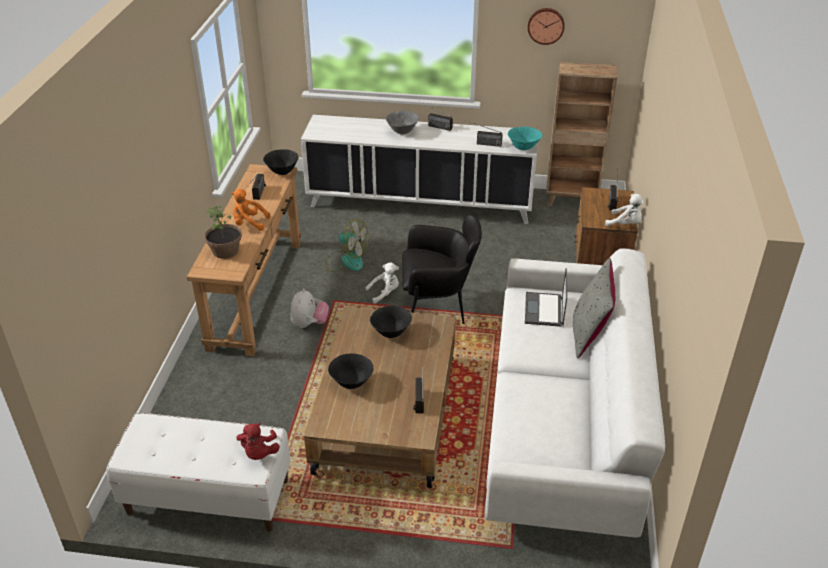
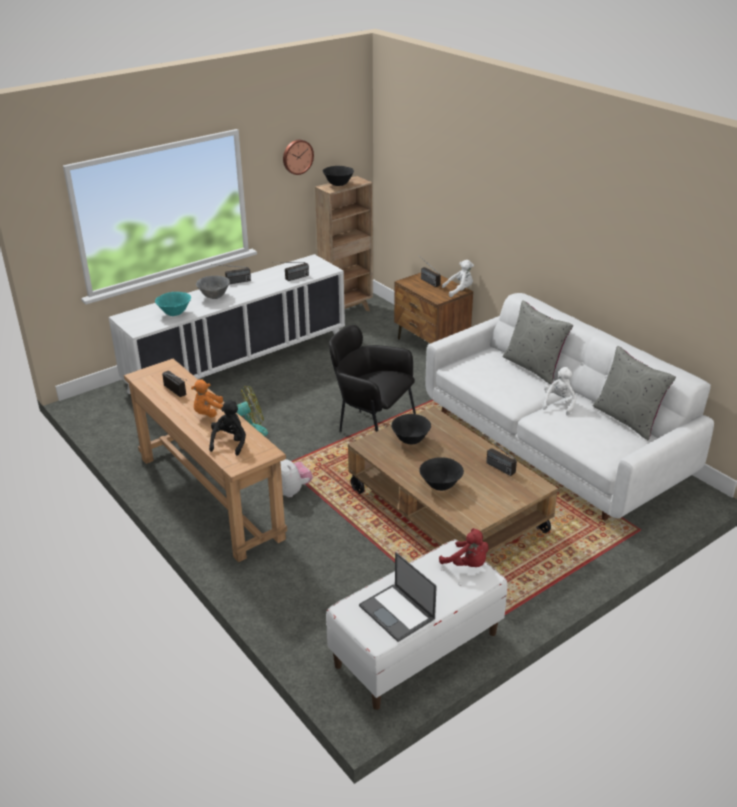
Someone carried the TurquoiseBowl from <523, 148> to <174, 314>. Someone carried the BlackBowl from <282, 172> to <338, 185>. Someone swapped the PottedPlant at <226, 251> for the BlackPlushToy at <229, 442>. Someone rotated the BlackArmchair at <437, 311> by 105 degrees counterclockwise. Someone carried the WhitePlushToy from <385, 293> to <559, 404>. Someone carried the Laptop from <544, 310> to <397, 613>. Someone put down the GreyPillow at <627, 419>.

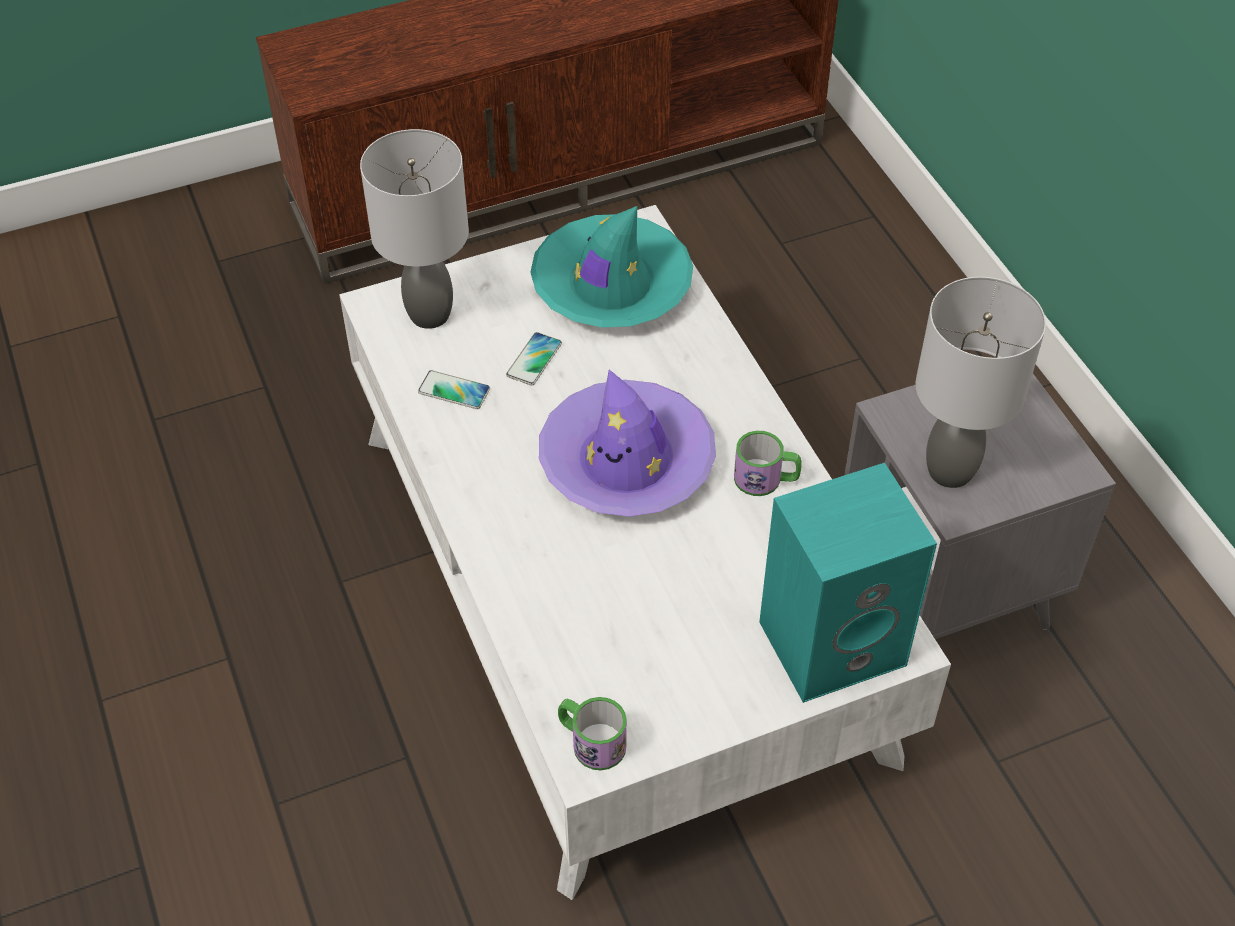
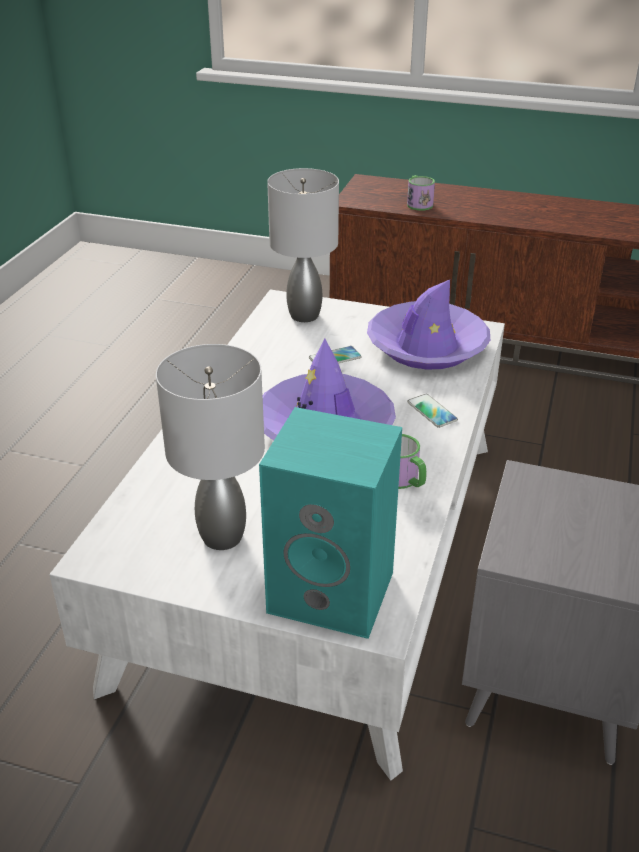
Someone repainted the TurquoiseHat at <611, 286>, which became the PurpleHat at <427, 346>. Someone carried the GreyTableLamp from <951, 469> to <224, 536>. Someone carried the Phone from <454, 391> to <432, 411>. Someone carried the Mug from <591, 741> to <418, 203>.

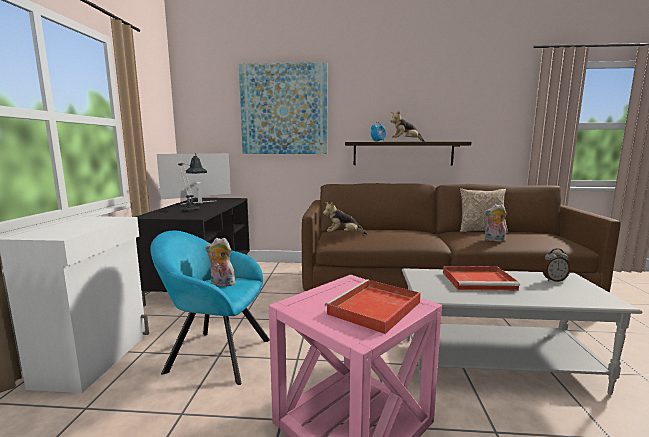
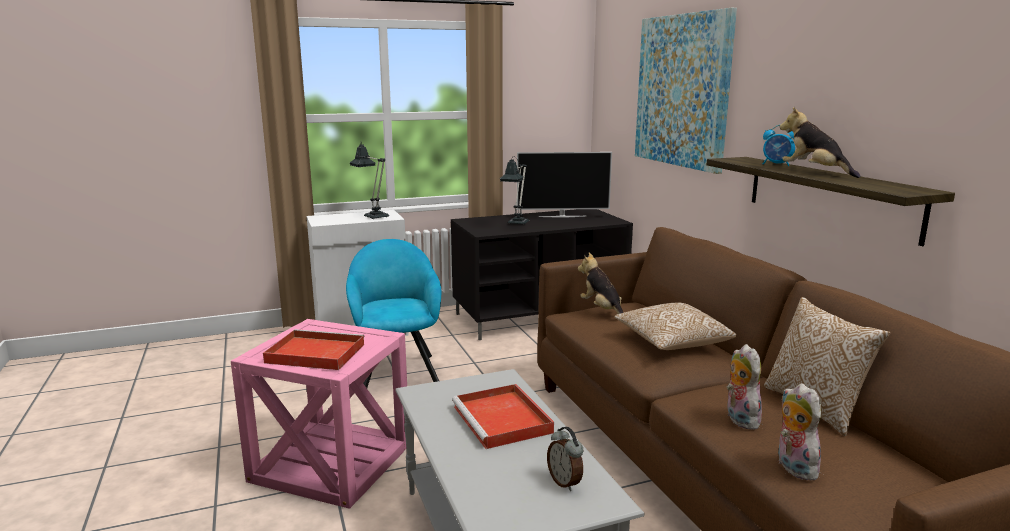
Someone rotated the Television at <199, 202> by 150 degrees clockwise. Someone carried the PlushToy from <221, 284> to <793, 467>. Someone put down the TableLamp at <373, 216>. Someone put down the Pillow at <671, 342>.

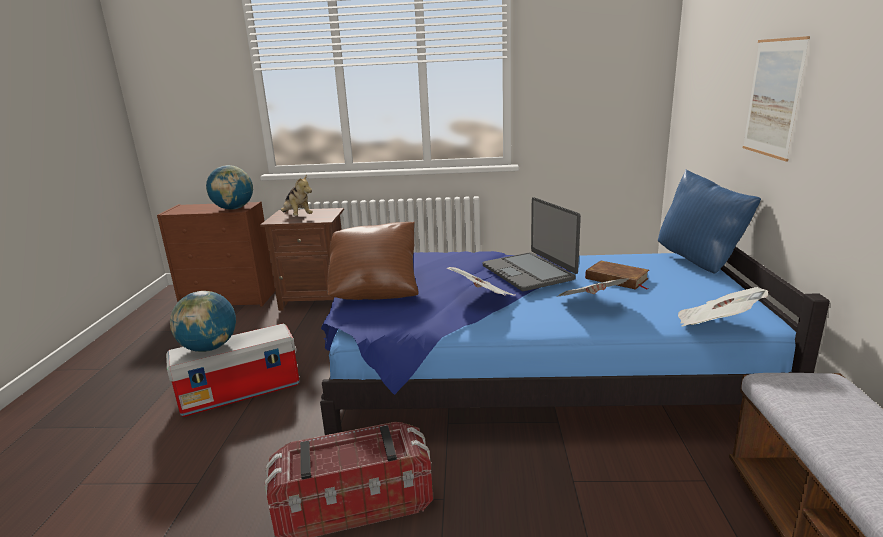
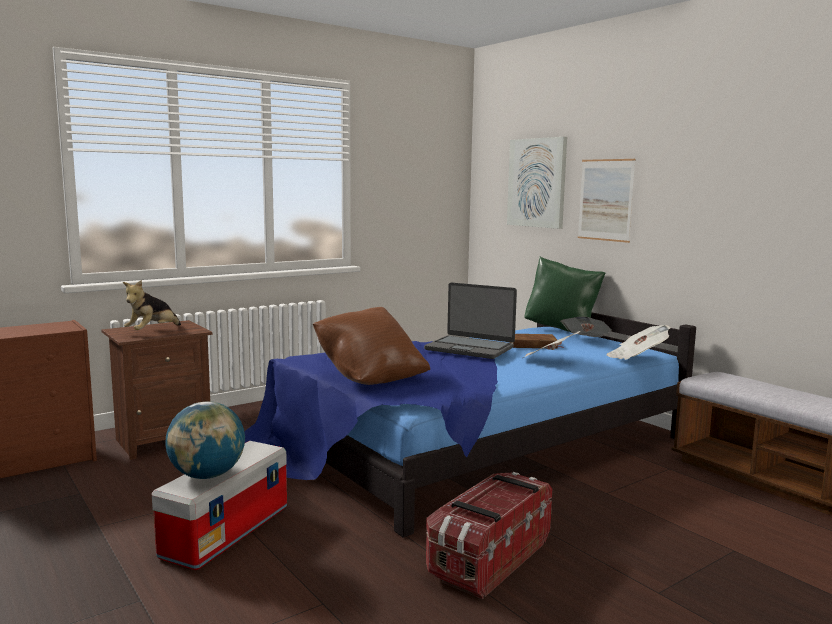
Someone took away the Globe at <233, 208>. Someone repainted the BluePillow at <699, 262>, which became the GreenPillow at <561, 329>. Someone rotated the PlushToy at <297, 217> by 105 degrees clockwise. Someone carried the Newspaper from <481, 298> to <586, 341>. Someone put up the Picture at <537, 183>.

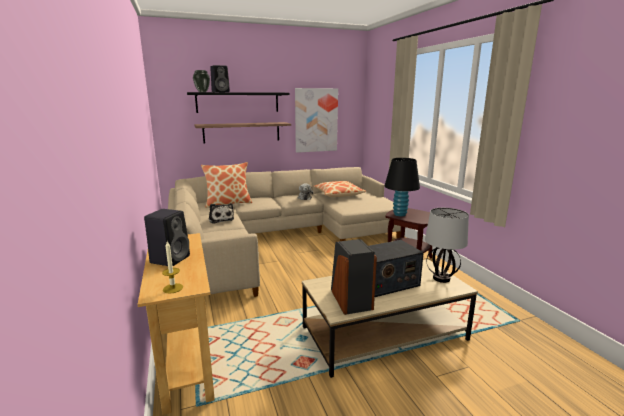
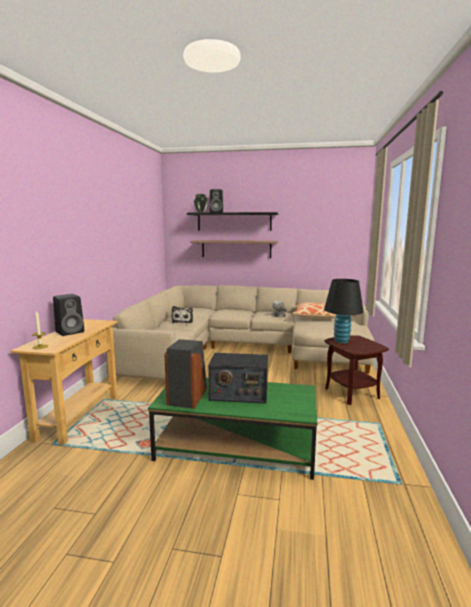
Someone took away the Picture at <316, 120>. Someone took away the Pillow at <228, 203>. Someone took away the TableLamp at <441, 278>. Someone repainted the BeigeCoffeeTable at <383, 333>, which became the GreenCoffeeTable at <237, 446>.

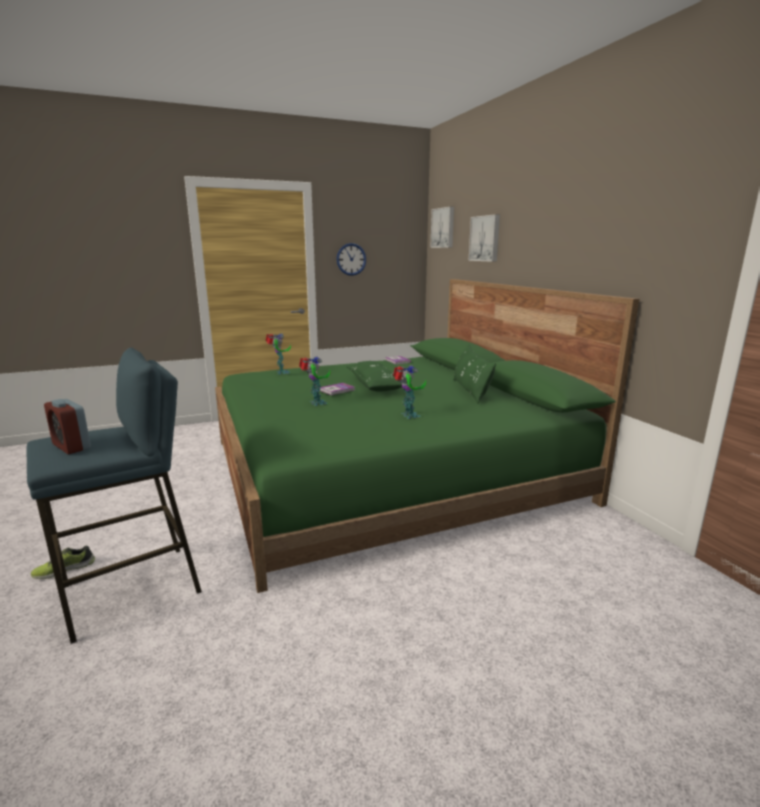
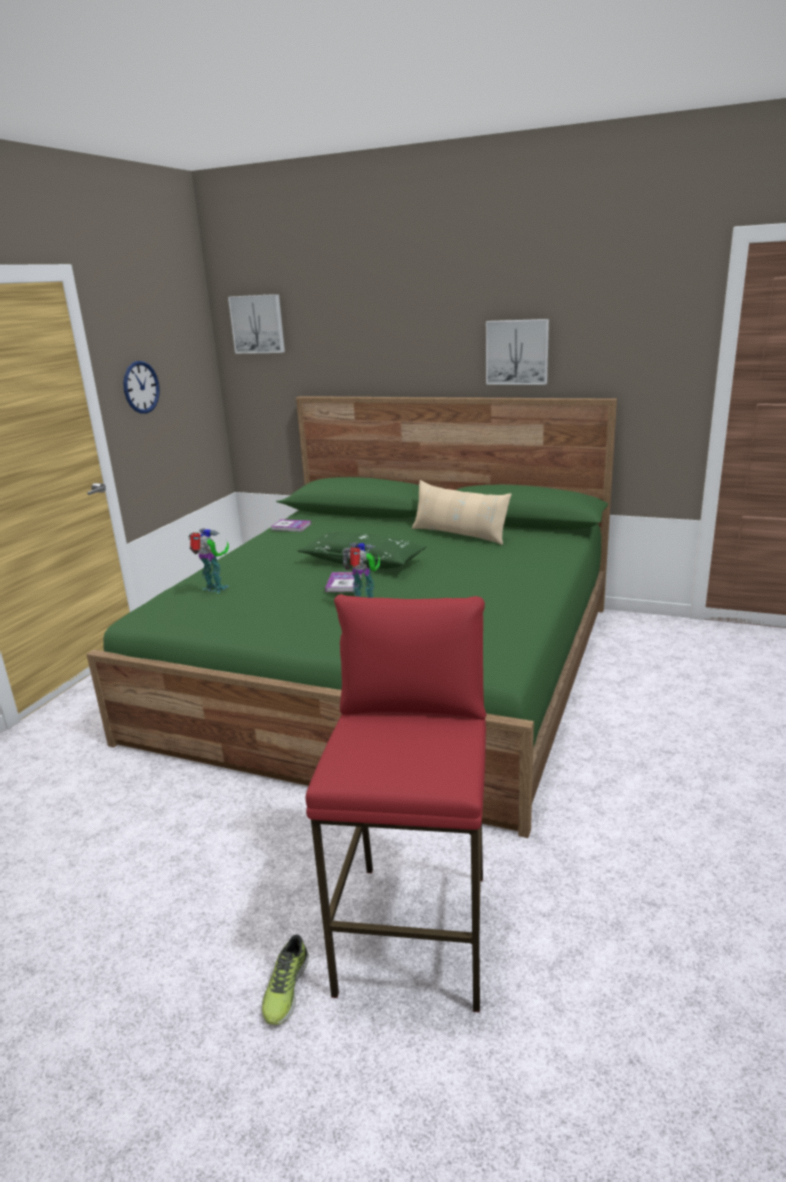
Someone carried the Picture from <485, 238> to <517, 352>. Someone repainted the GreenPillow at <470, 390>, which became the BeigePillow at <459, 534>. Someone repainted the BlueStool at <133, 589>, which became the RedStool at <417, 931>. Someone took away the ToyRobot at <408, 416>. Someone took away the AlarmClock at <71, 446>.

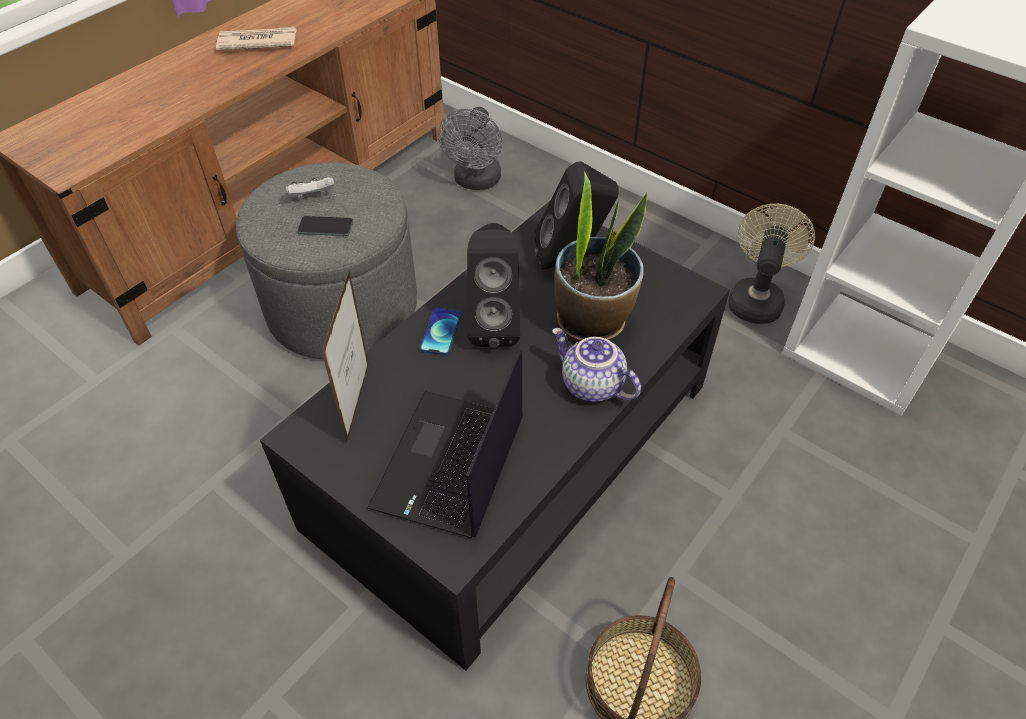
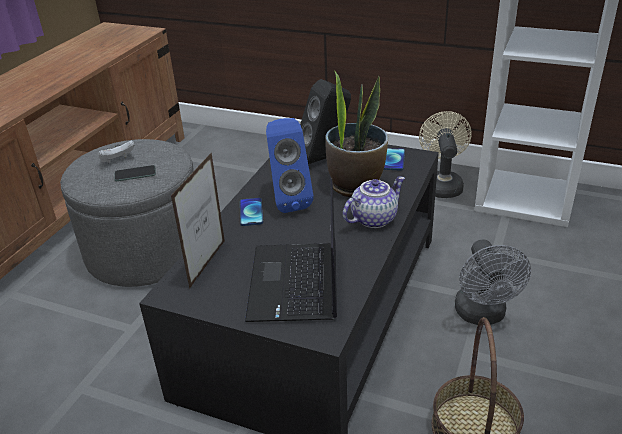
Someone took away the Newspaper at <257, 42>. Someone carried the GreyFan from <476, 182> to <482, 315>. Someone repainted the BlackSpeaker at <494, 324>, which became the BlueSpeaker at <288, 201>. Someone rotated the PictureFrame at <358, 402> by 150 degrees counterclockwise. Someone rotated the Teapot at <590, 385> by 120 degrees clockwise. Someone put down the Phone at <394, 160>.

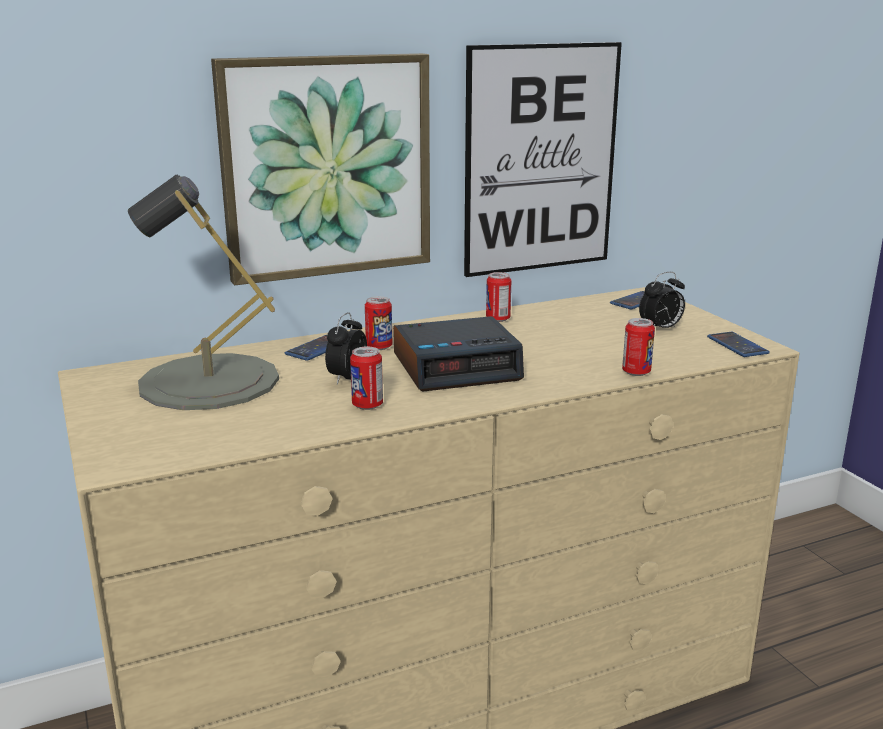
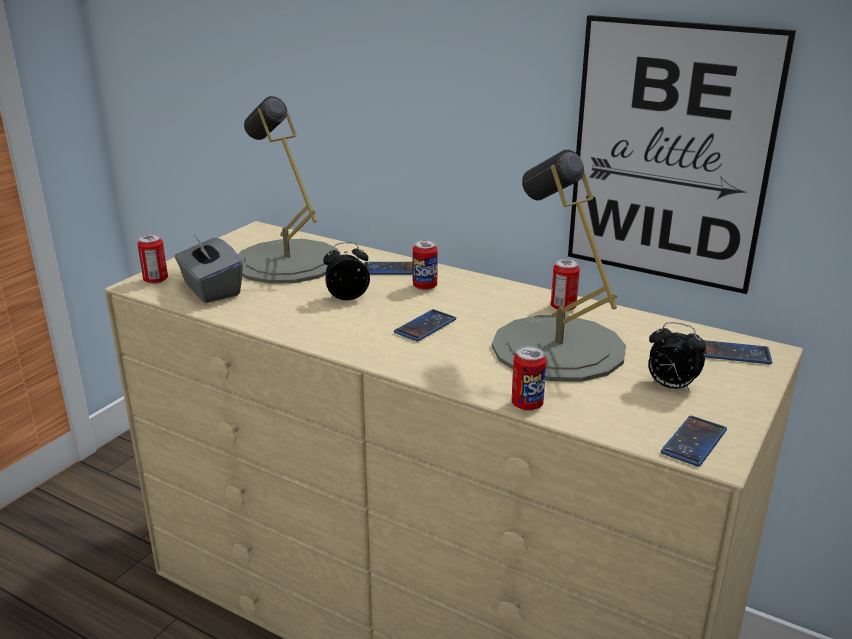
Someone took away the Picture at <326, 167>. Someone swapped the AlarmClock at <457, 367> for the Phone at <425, 326>. Someone carried the Can from <367, 405> to <156, 280>. Someone put down the GreyTableLamp at <557, 348>. Someone put down the GreyTissueBox at <211, 290>.

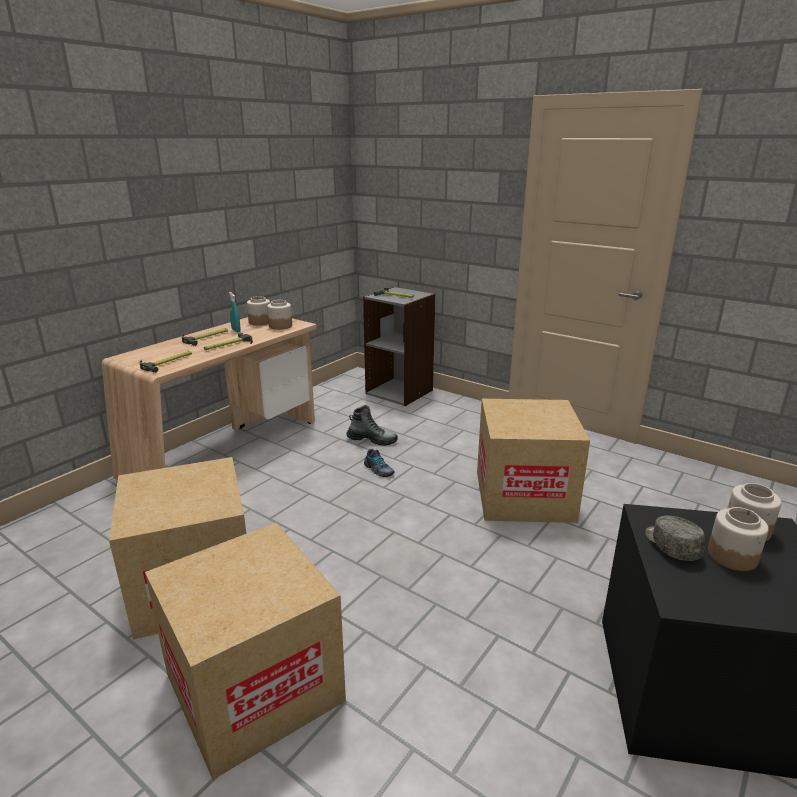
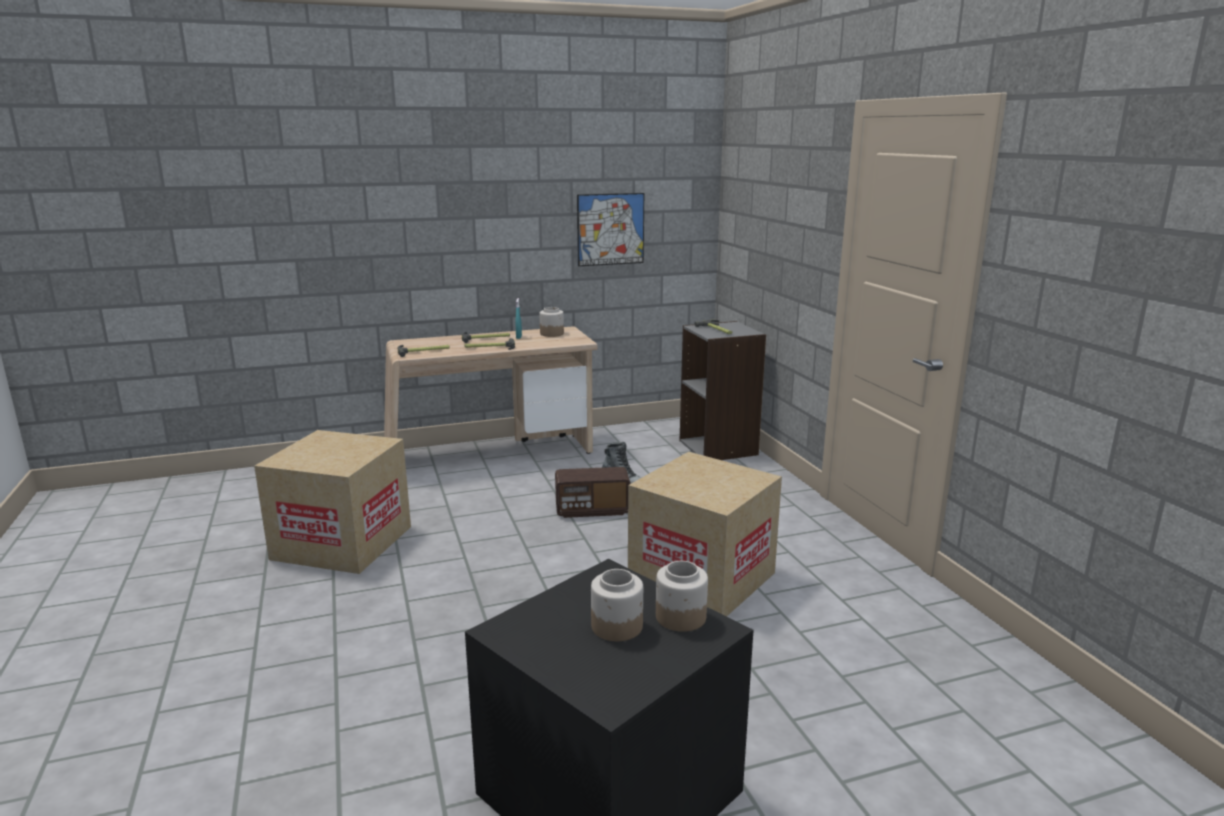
Someone took away the Jar at <280, 326>. Someone swapped the Shoe at <378, 470> for the Radio at <592, 510>. Someone took away the GreyCap at <671, 545>. Someone took away the CardboardBox at <254, 687>. Someone put up the Picture at <610, 229>.

